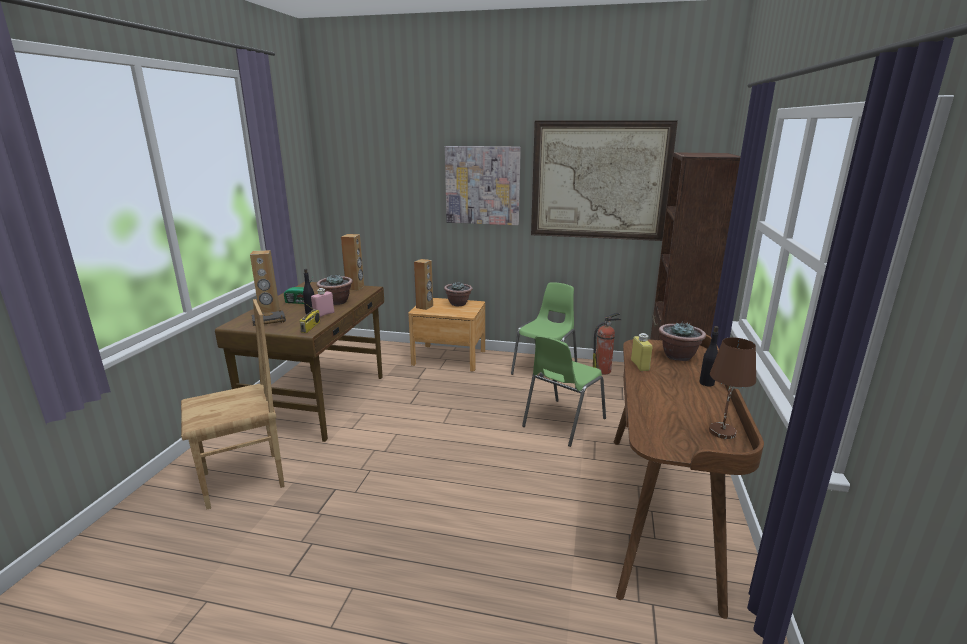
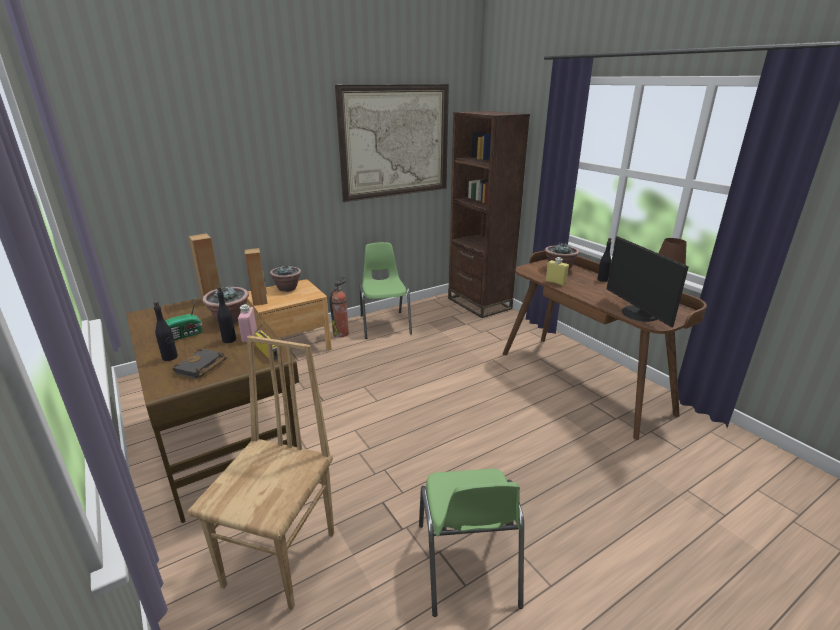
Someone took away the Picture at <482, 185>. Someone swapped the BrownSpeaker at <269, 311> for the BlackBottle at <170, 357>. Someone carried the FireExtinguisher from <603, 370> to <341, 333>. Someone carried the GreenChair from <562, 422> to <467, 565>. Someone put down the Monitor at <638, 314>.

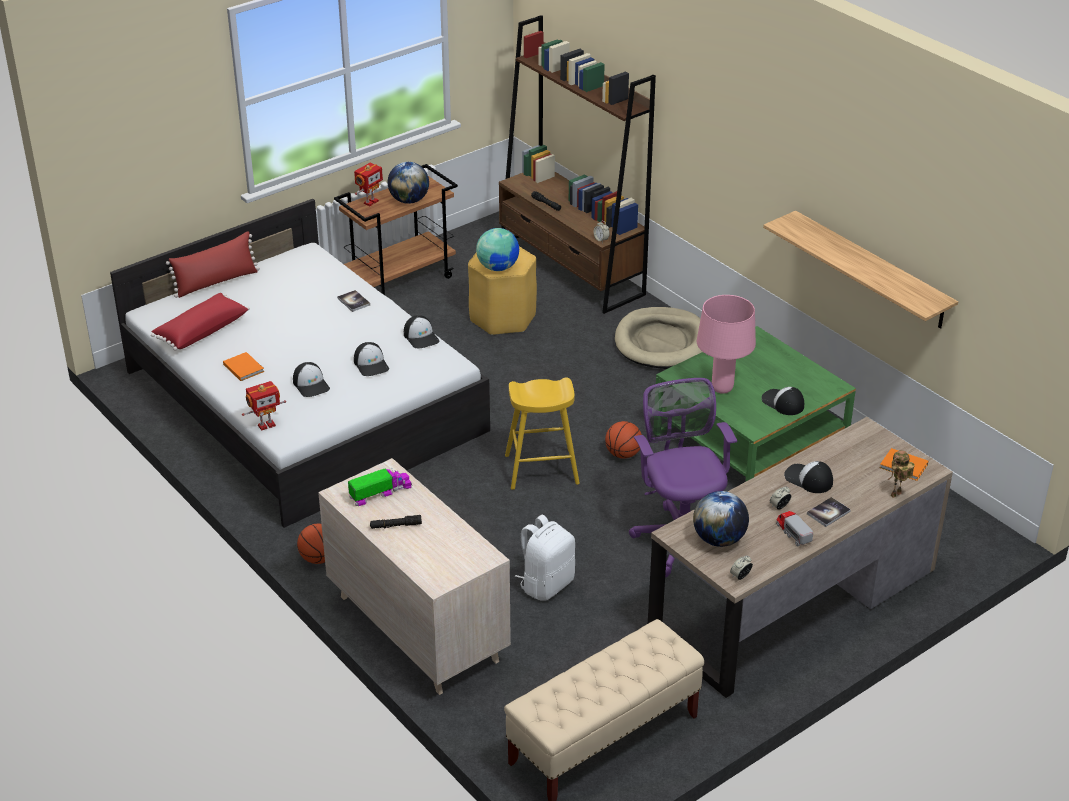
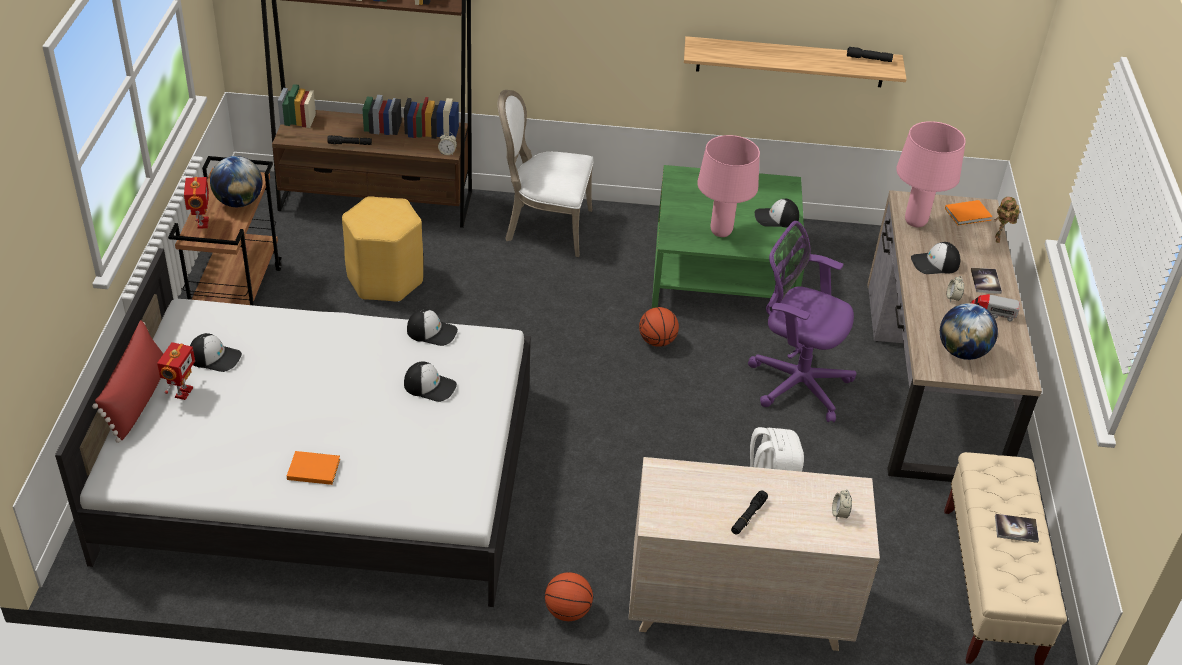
Someone took away the Globe at <498, 267>. Someone carried the Book from <353, 301> to <1016, 529>. Someone took away the RedPillow at <201, 331>. Someone swapped the BeigeDogBed at <662, 342> for the WhiteChair at <544, 227>. Someone carried the Cap from <311, 384> to <215, 357>. Someone took away the YellowStool at <542, 469>. Someone carried the ToyRobot from <266, 425> to <182, 392>. Someone took away the ToyTruck at <380, 493>. Someone carried the AlarmClock from <740, 576> to <839, 514>. Someone put down the BlackFlashlight at <868, 59>. Someone put down the PinkTableLamp at <914, 222>.

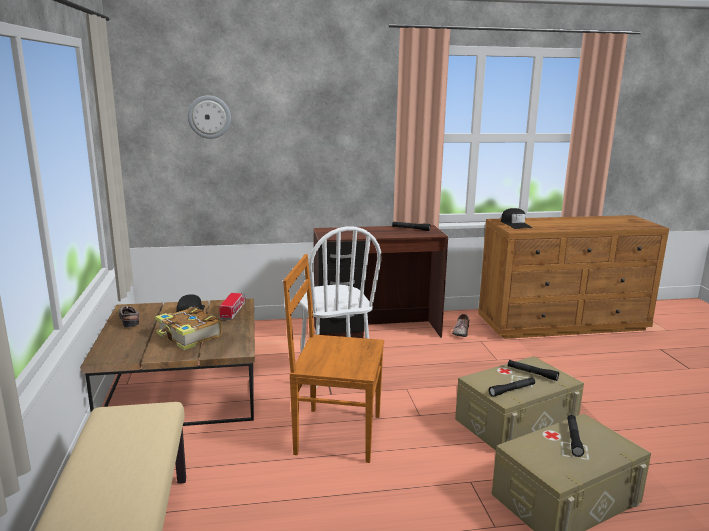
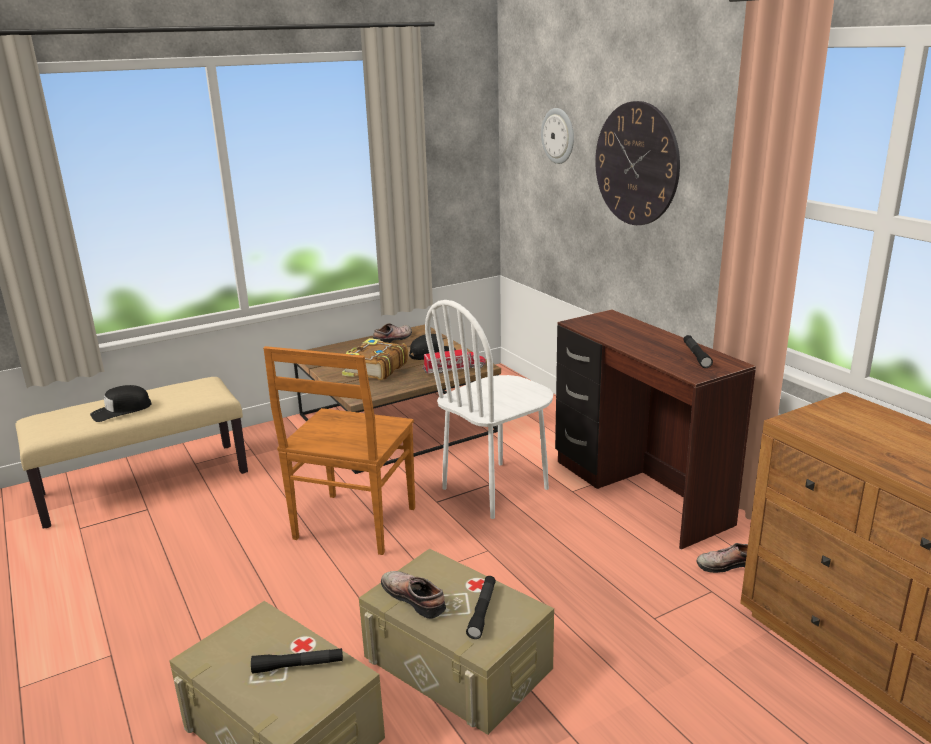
Someone carried the BlackCap from <515, 224> to <121, 410>. Someone rotated the BrownChair at <335, 433> by 150 degrees counterclockwise. Someone swapped the BlackFlashlight at <512, 390> for the Shoe at <415, 597>. Someone put up the WallClock at <636, 164>.

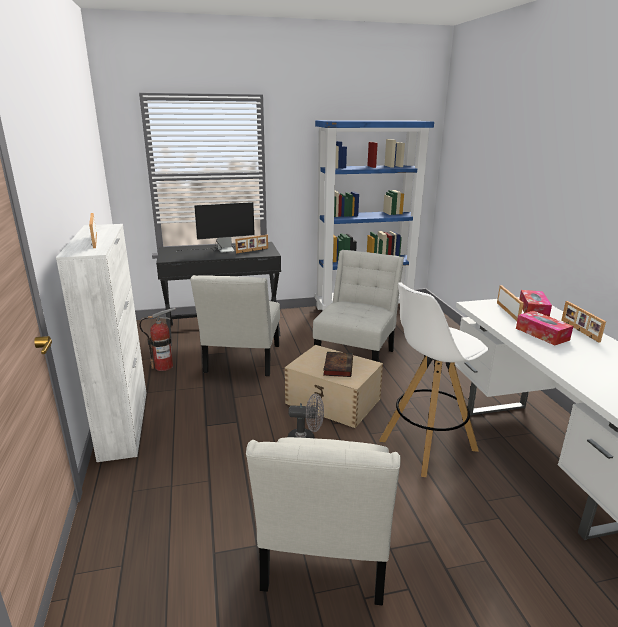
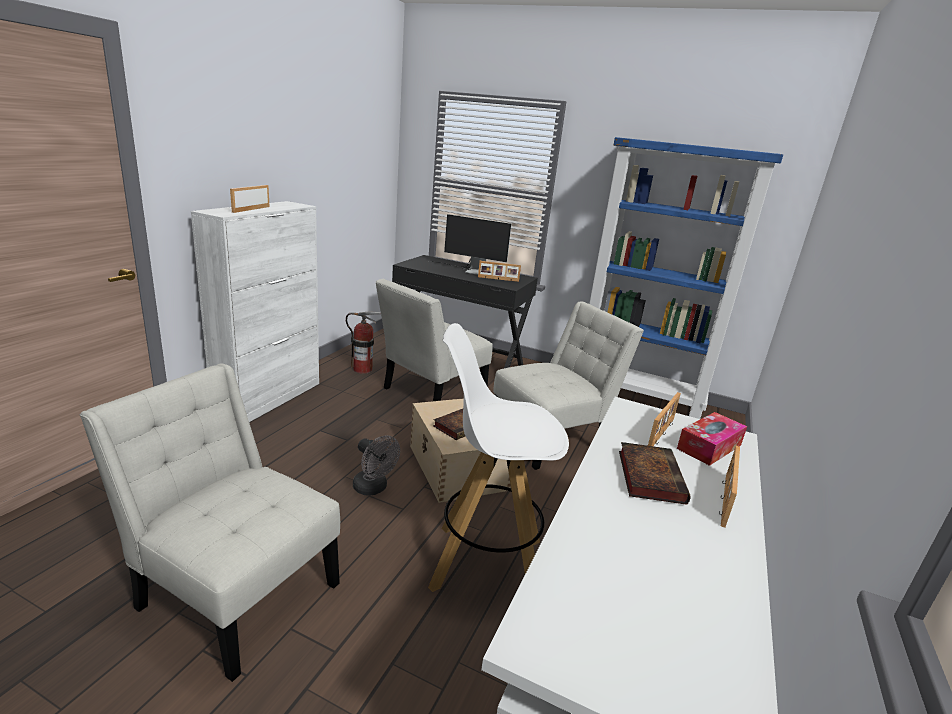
Someone swapped the TissueBox at <542, 334> for the Book at <649, 475>. Someone rotated the WhiteChair at <324, 555> by 75 degrees clockwise.

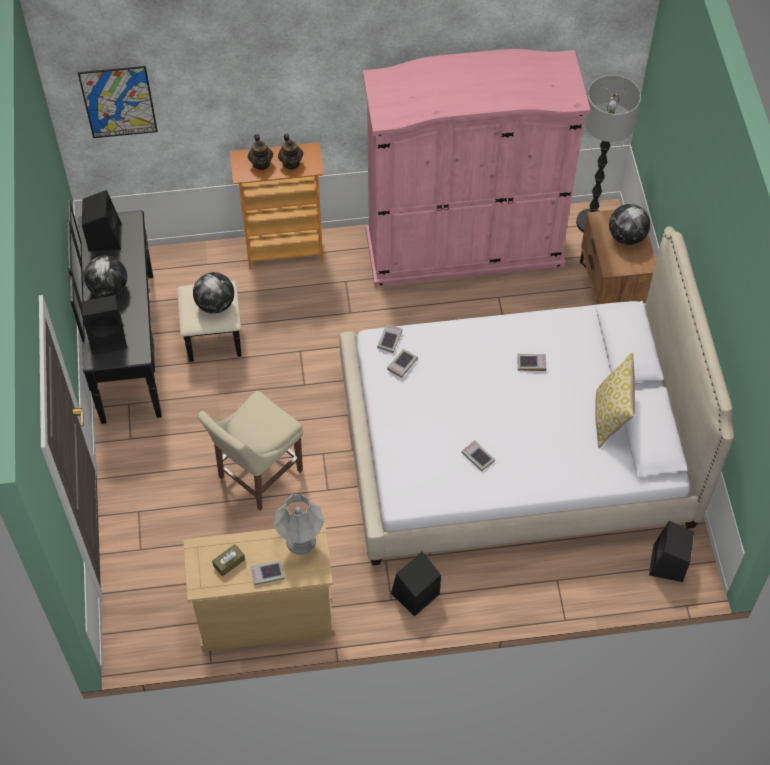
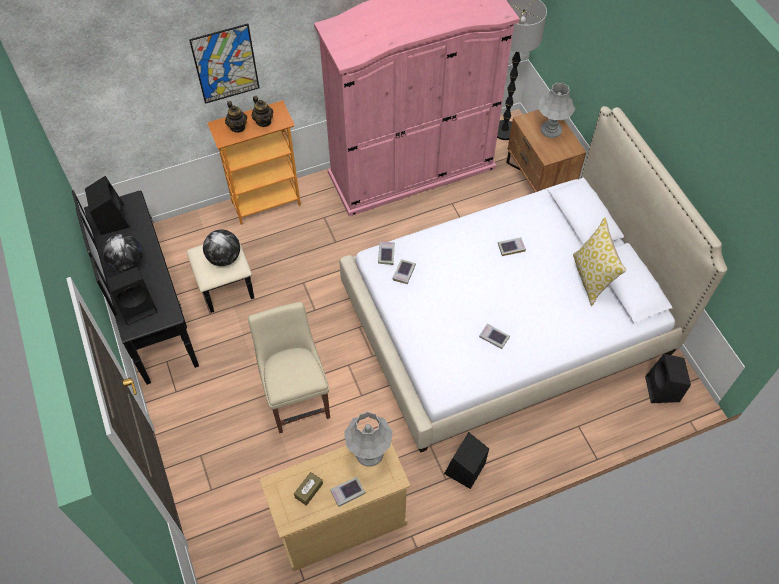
Someone carried the Picture from <118, 102> to <225, 64>. Someone swapped the Globe at <627, 236> for the GreyTableLamp at <551, 130>. Someone rotated the BeigeChair at <257, 476> by 135 degrees clockwise.

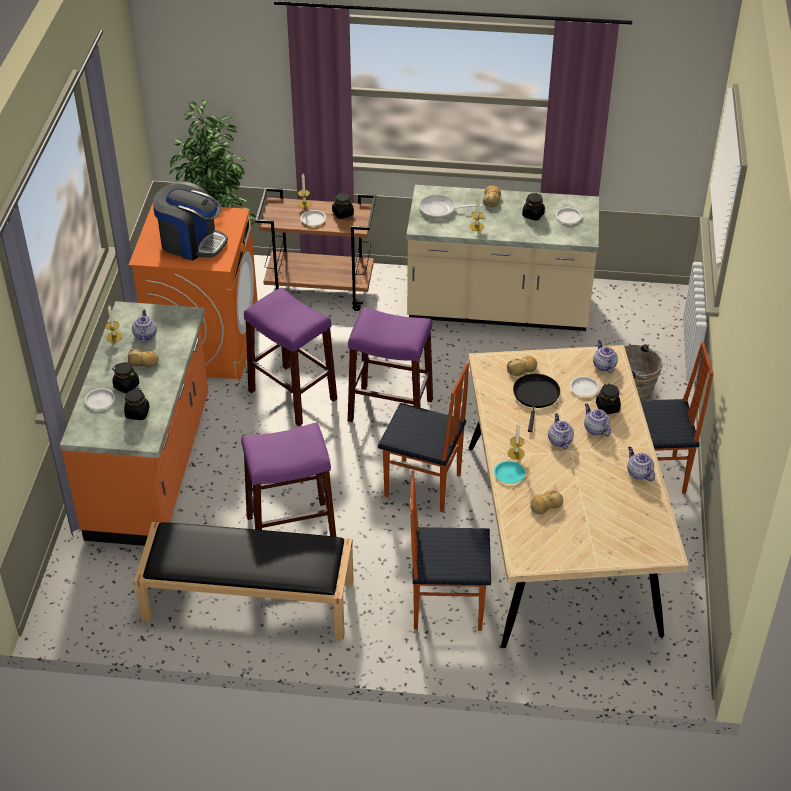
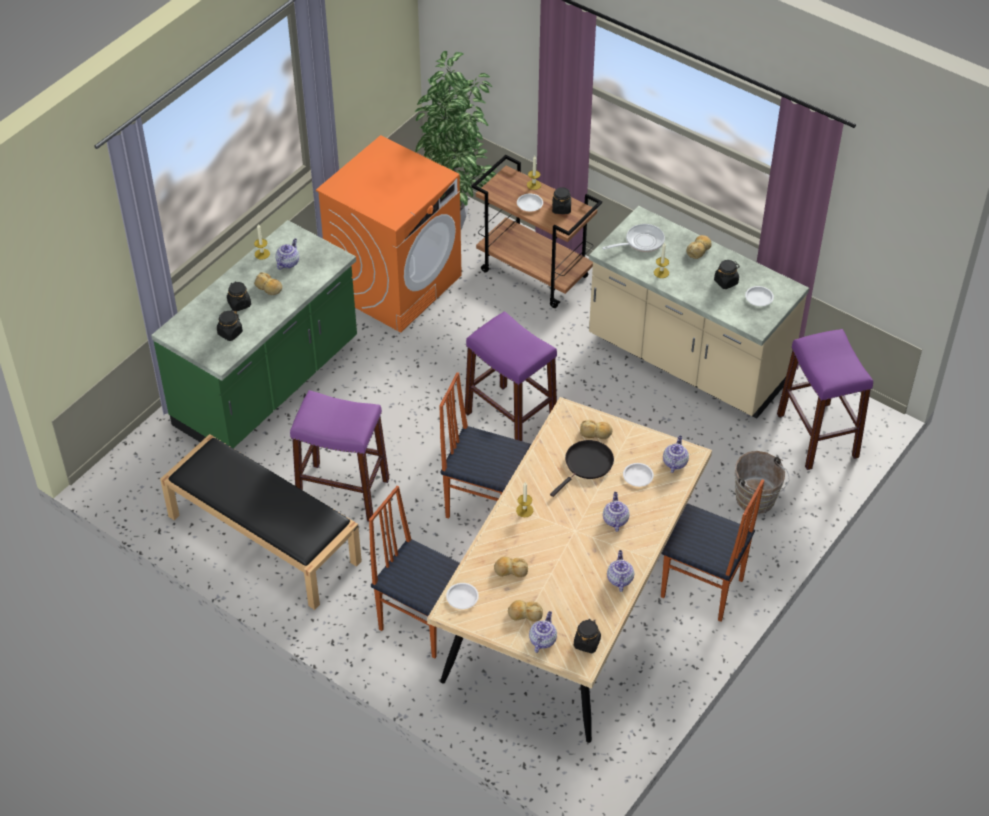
Someone took away the CoffeeMachine at <191, 242>. Someone rotated the FryingPan at <440, 210> by 120 degrees clockwise. Someone carried the PurpleStool from <292, 395> to <817, 435>. Someone repainted the OrangeCounter at <152, 469>, which became the GreenCounter at <268, 385>. Someone rotated the Chair at <423, 486> by 150 degrees clockwise. Someone carried the BlackJar from <607, 407> to <587, 643>. Someone carried the WhitePlate from <100, 400> to <462, 597>. Someone carried the Teapot from <559, 440> to <542, 640>. Someone took away the TurquoisePlate at <509, 474>. Someone put down the Bread at <525, 614>.

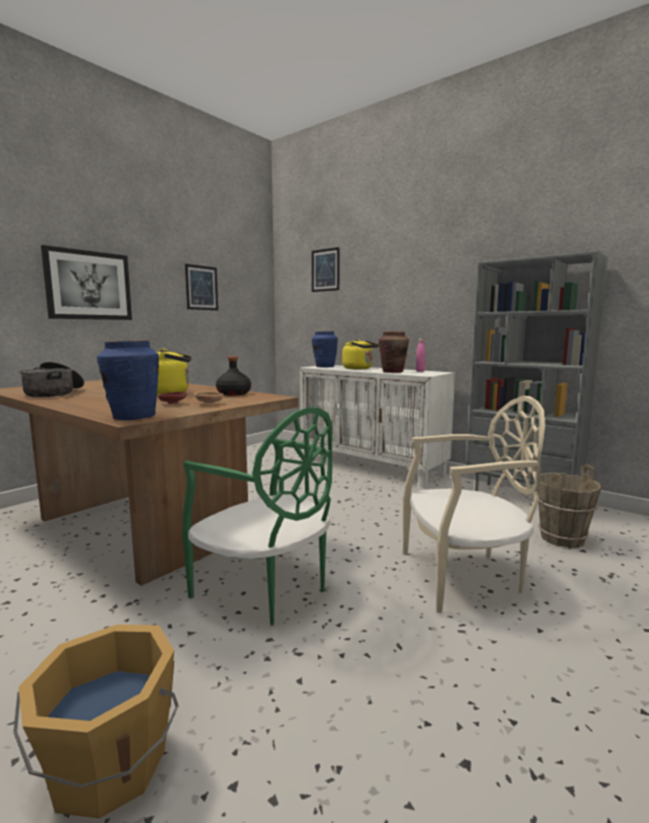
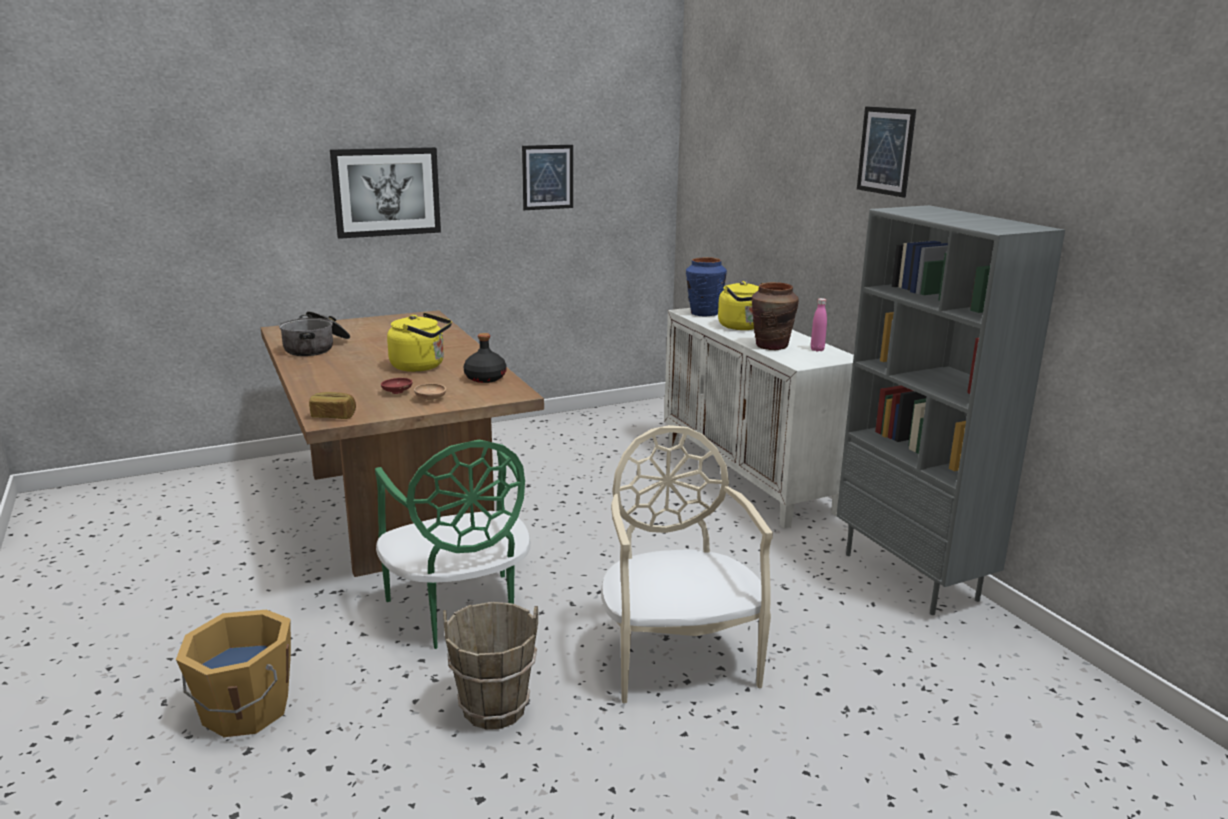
Someone carried the Picture from <325, 270> to <885, 151>. Someone swapped the BlueVase at <133, 417> for the Bread at <333, 416>. Someone rotated the BeigeChair at <464, 576> by 120 degrees counterclockwise. Someone carried the BrownBucket from <561, 538> to <494, 708>.

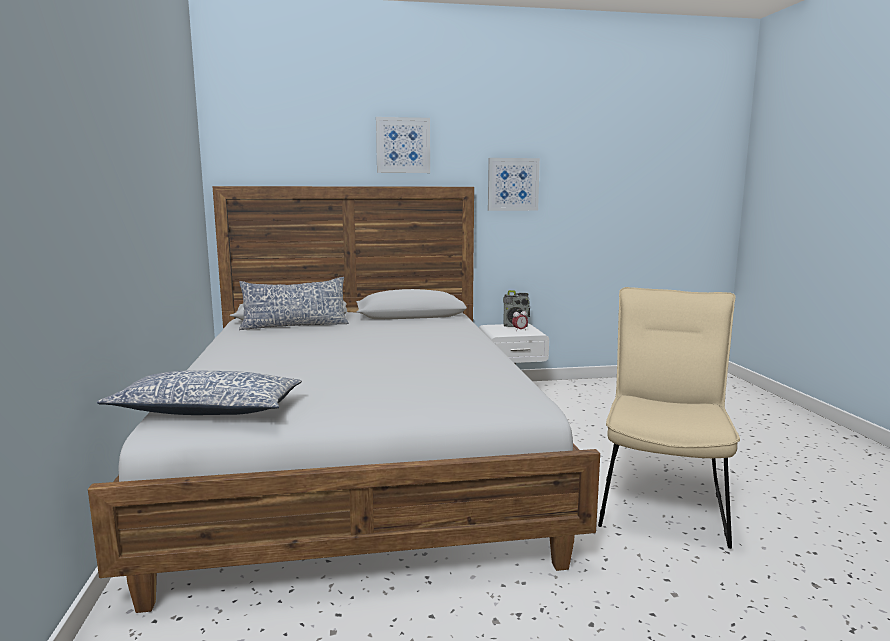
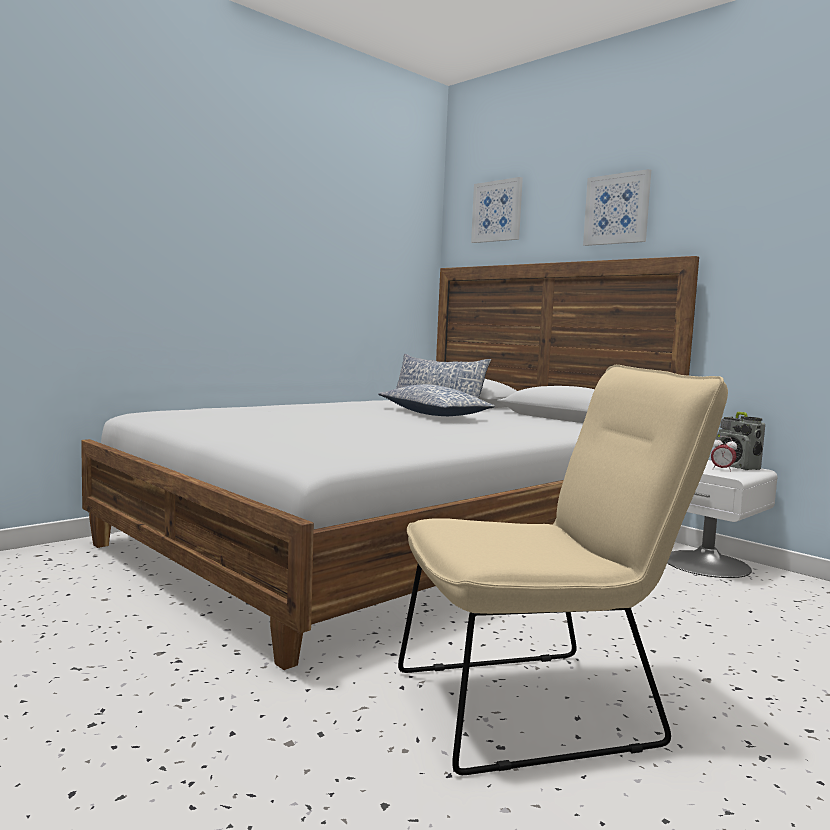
Someone carried the Picture from <513, 184> to <497, 211>. Someone carried the Pillow from <207, 410> to <433, 414>.

